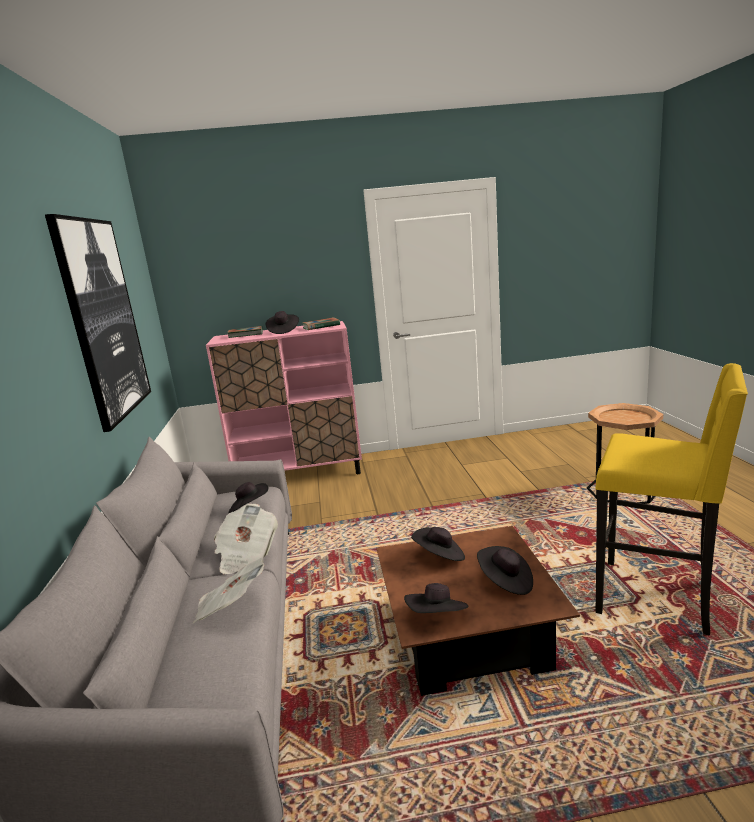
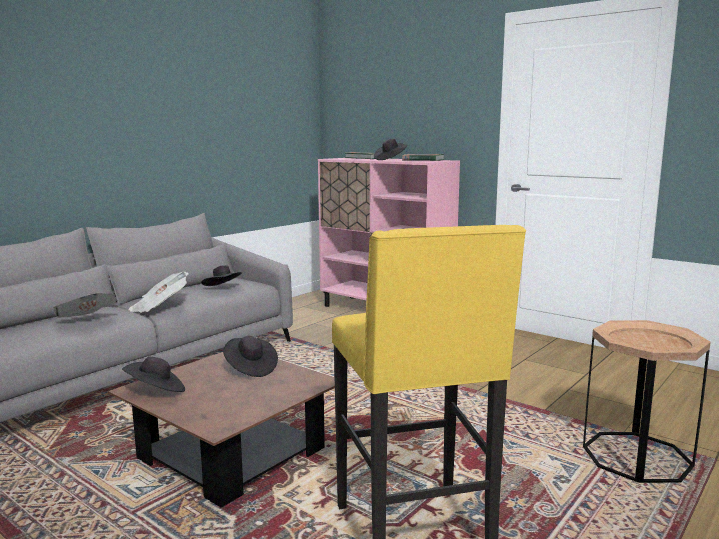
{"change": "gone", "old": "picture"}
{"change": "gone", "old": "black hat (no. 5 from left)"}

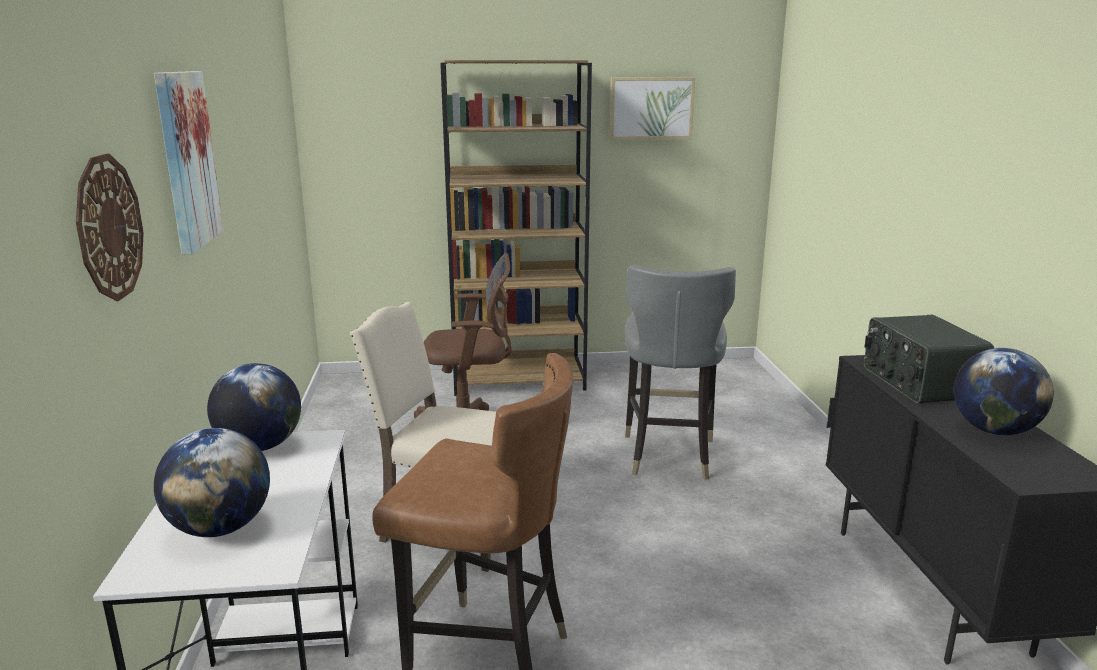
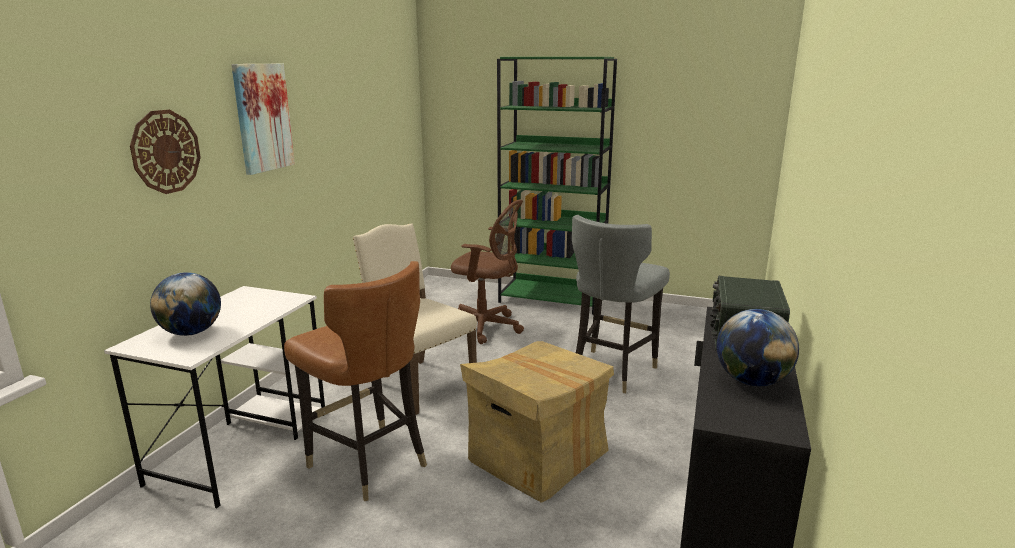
{"change": "gone", "old": "globe (no. 2 from left)"}
{"change": "gone", "old": "picture (no. 2 from left)"}
{"change": "new", "new": "cardboard box"}
{"change": "repainted", "old": "brown bookcase", "new": "green bookcase"}

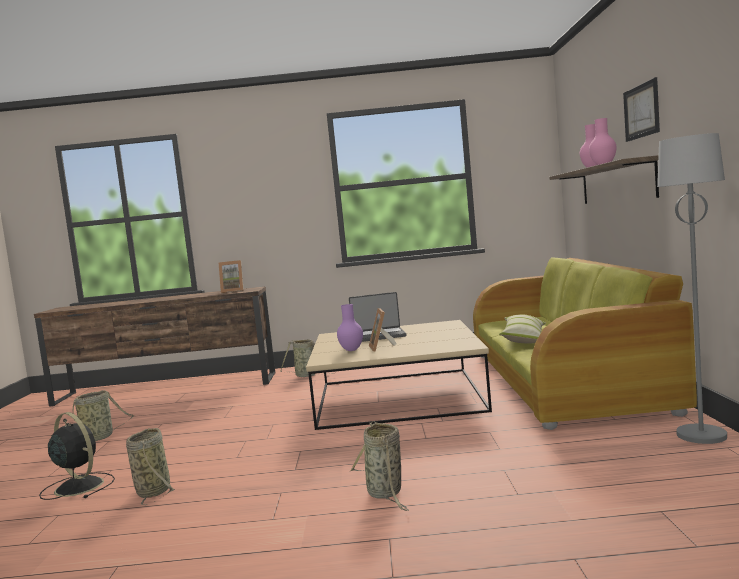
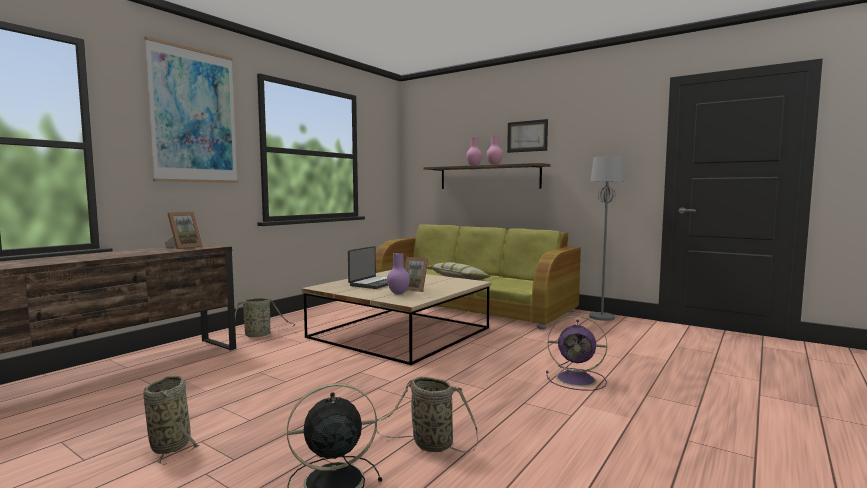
{"change": "new", "new": "picture (no. 1 from left)"}
{"change": "swapped", "old": "basket (no. 4 from left)", "new": "purple fan"}

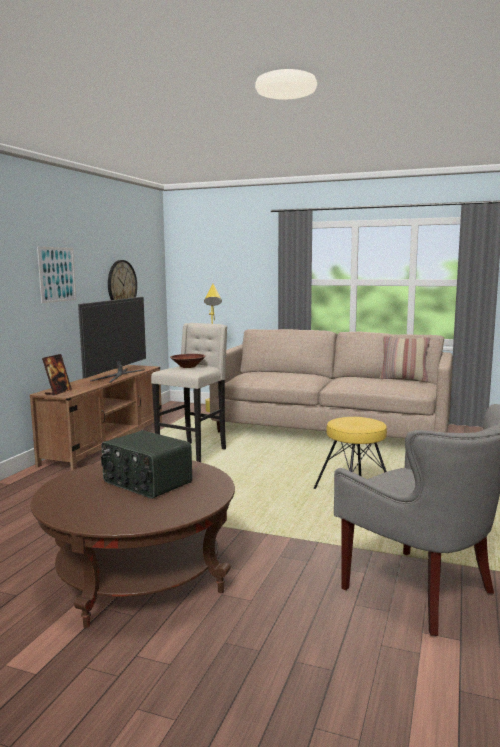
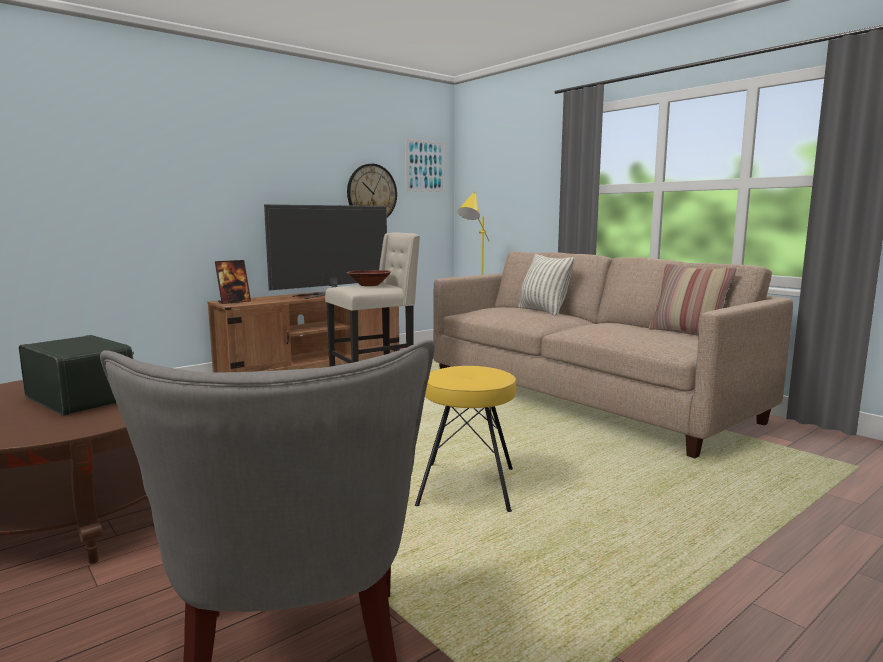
{"change": "new", "new": "pillow (no. 1 from left)"}
{"change": "shifted", "old": "picture"}
{"change": "rotated", "old": "radio", "degrees": 150}

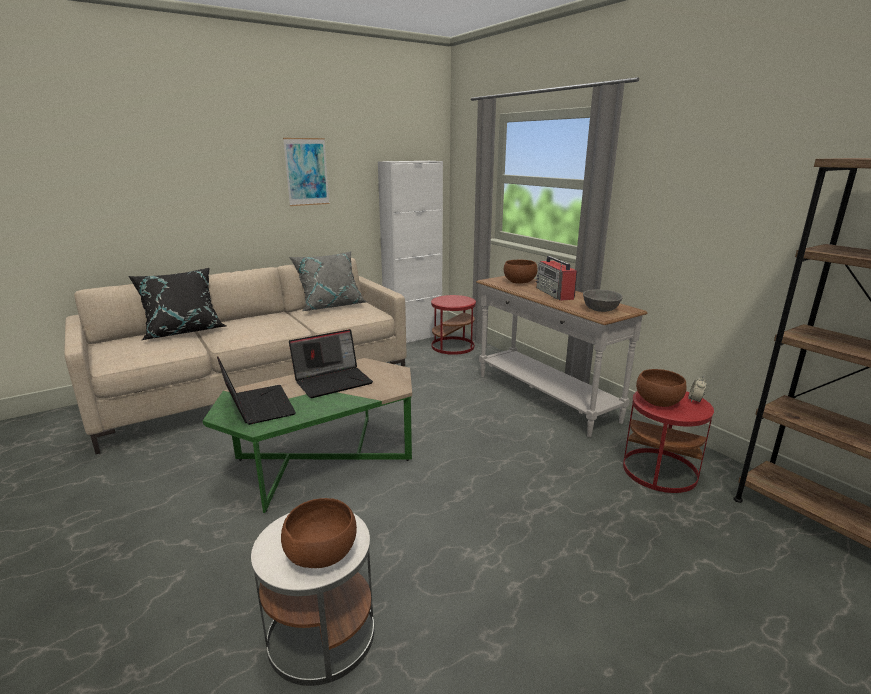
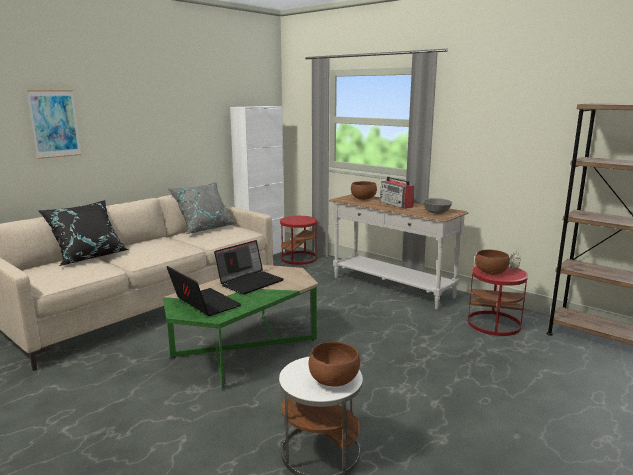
{"change": "shifted", "old": "picture"}

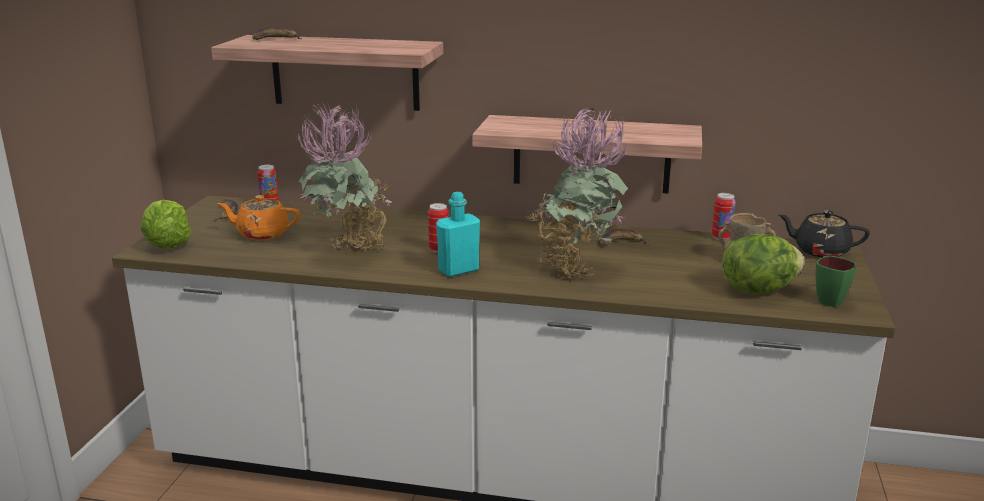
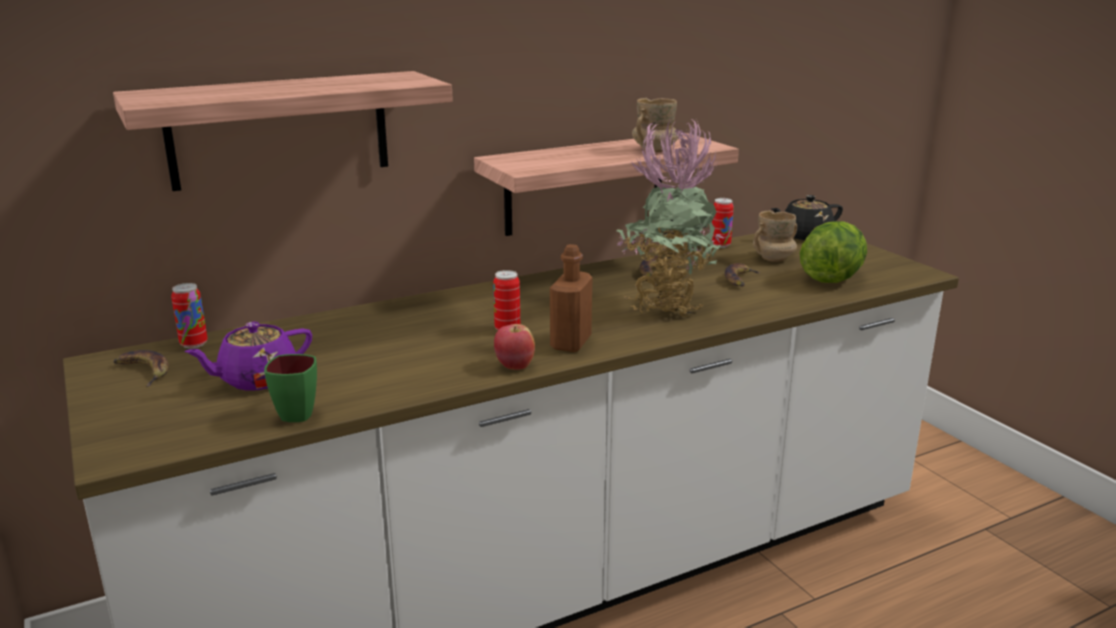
{"change": "gone", "old": "lettuce (no. 1 from left)"}
{"change": "gone", "old": "potted plant (no. 1 from left)"}
{"change": "new", "new": "apple"}
{"change": "new", "new": "beige mug (no. 1 from left)"}
{"change": "shifted", "old": "banana (no. 2 from left in the first image)", "new": "banana (no. 3 from left)"}
{"change": "shifted", "old": "green mug"}
{"change": "repainted", "old": "orange teapot", "new": "purple teapot"}
{"change": "repainted", "old": "turquoise bottle", "new": "brown bottle"}

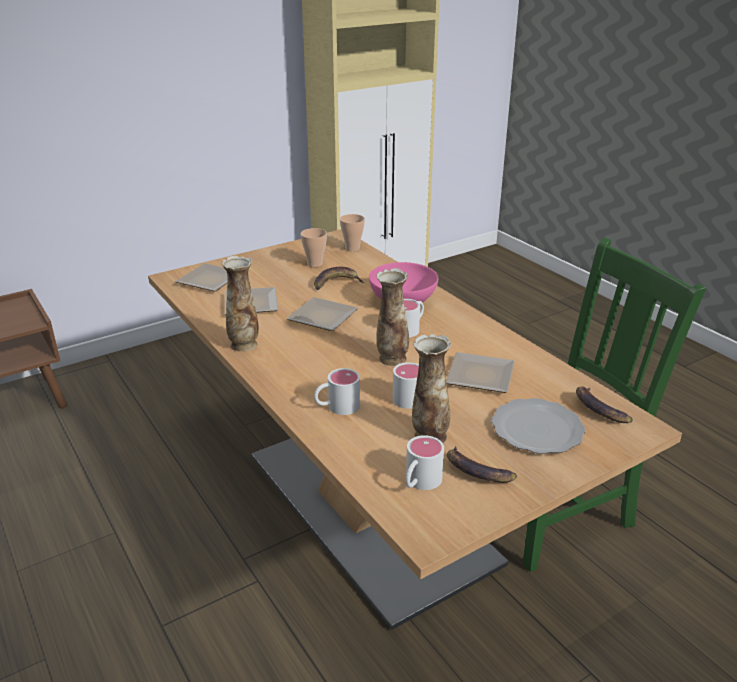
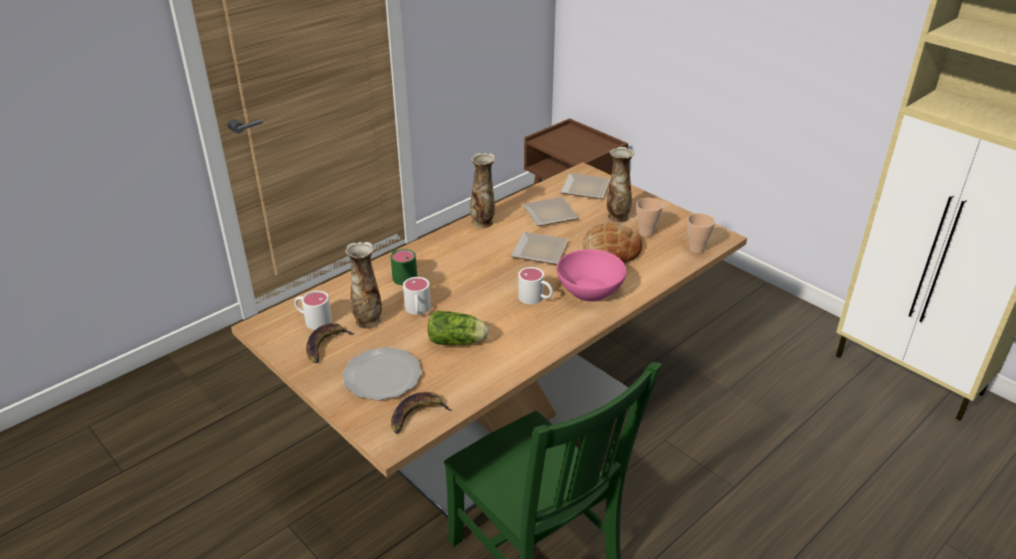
{"change": "shifted", "old": "vase (no. 2 from left in the first image)", "new": "vase (no. 3 from left)"}
{"change": "swapped", "old": "banana (no. 1 from left)", "new": "bread"}
{"change": "swapped", "old": "plate (no. 4 from left)", "new": "lettuce"}
{"change": "repainted", "old": "white mug (no. 1 from left)", "new": "green mug"}

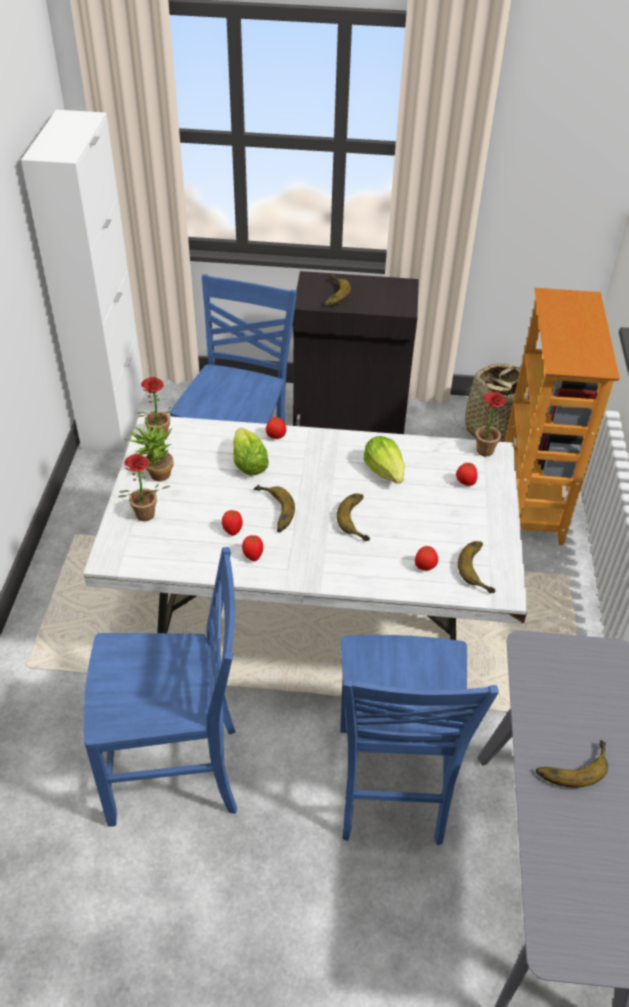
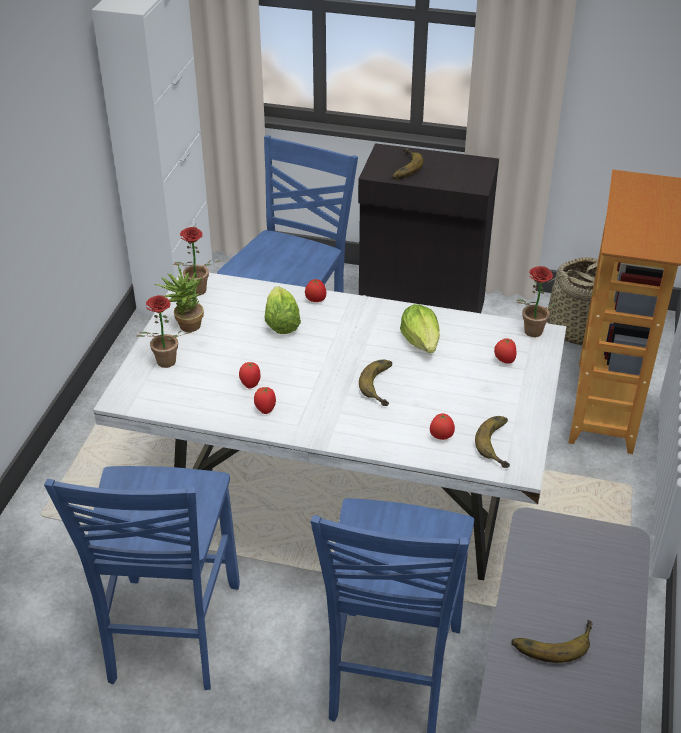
{"change": "gone", "old": "banana (no. 1 from left)"}
{"change": "rotated", "old": "blue chair (no. 1 from left)", "degrees": 90}

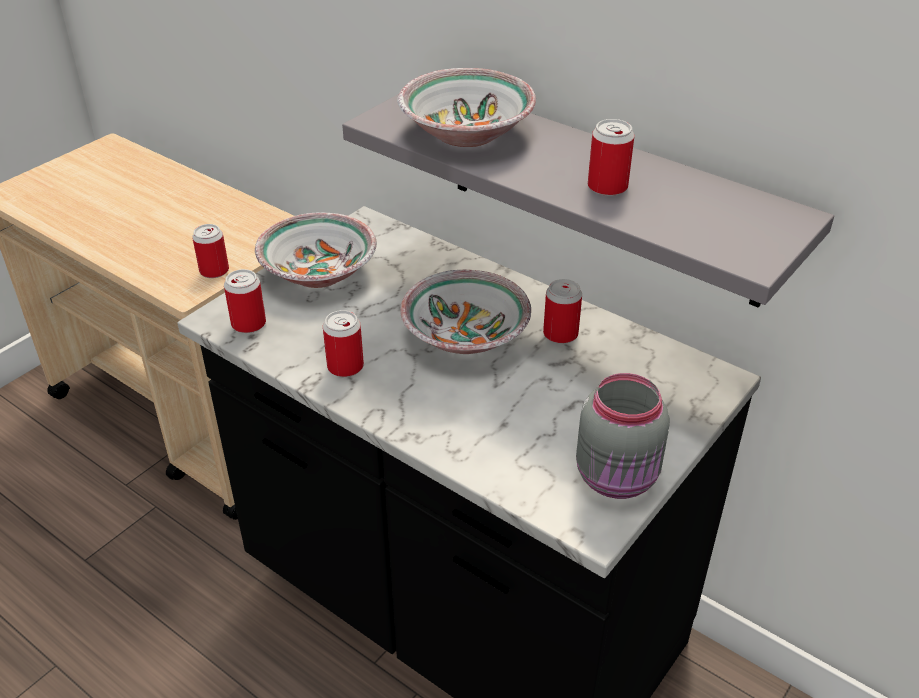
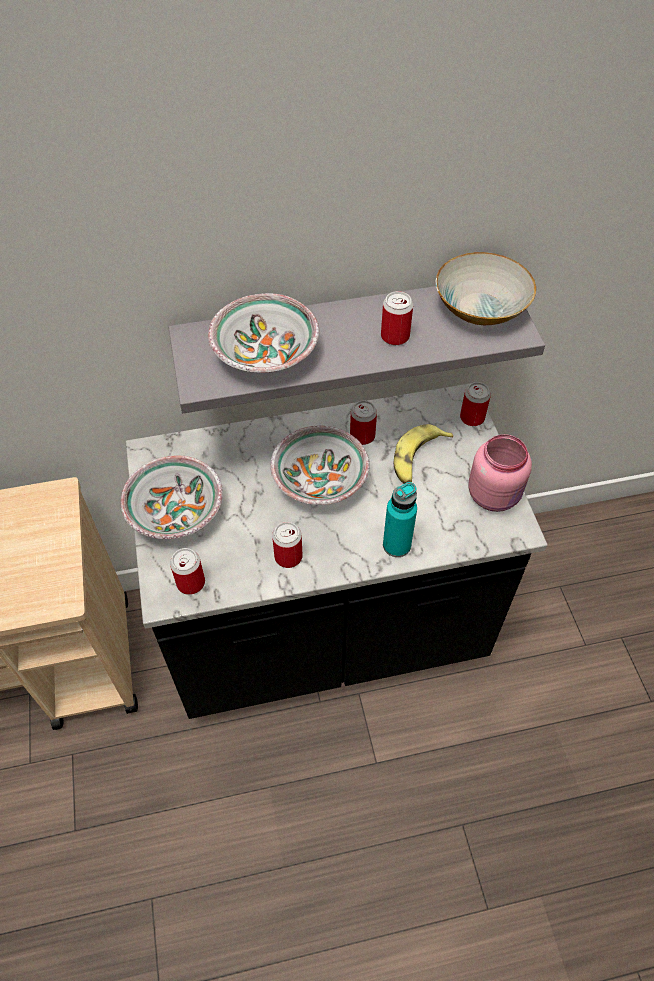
{"change": "new", "new": "turquoise bottle"}
{"change": "new", "new": "banana"}
{"change": "new", "new": "bowl (no. 4 from left)"}
{"change": "shifted", "old": "can (no. 1 from left in the first image)", "new": "can (no. 5 from left)"}
{"change": "repainted", "old": "grey jar", "new": "pink jar"}

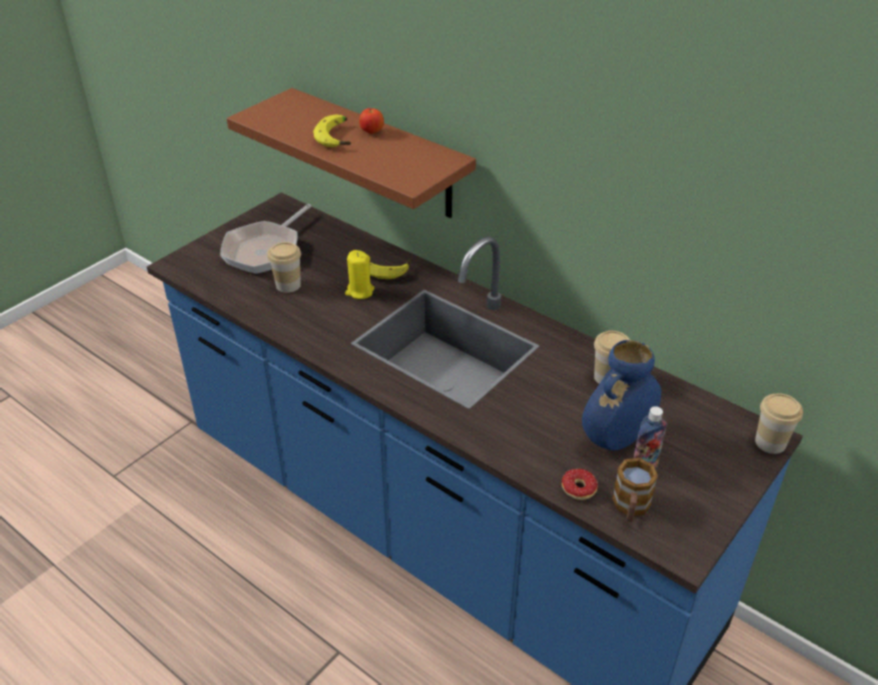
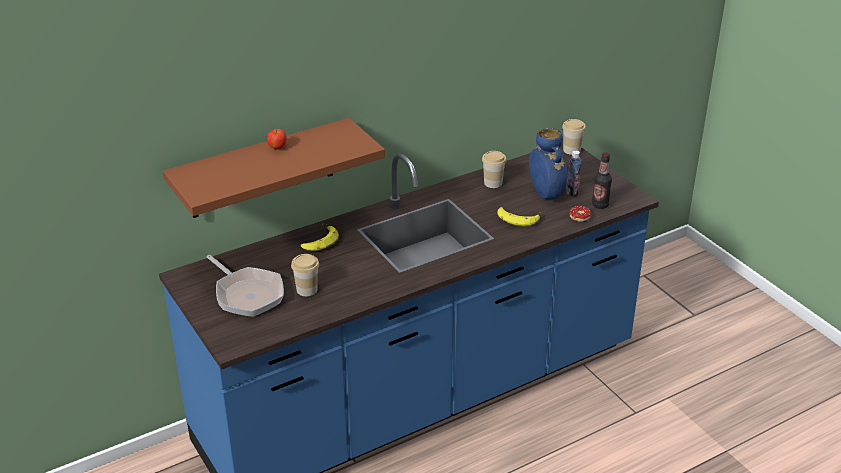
{"change": "gone", "old": "yellow candle"}
{"change": "shifted", "old": "banana (no. 1 from left in the first image)", "new": "banana (no. 2 from left)"}
{"change": "swapped", "old": "mug", "new": "bottle (no. 2 from left)"}

